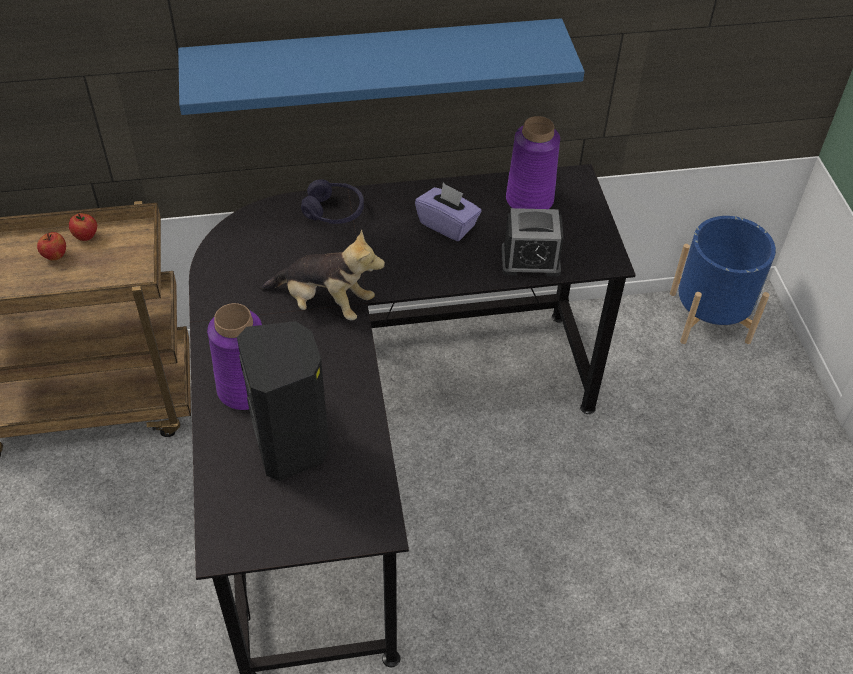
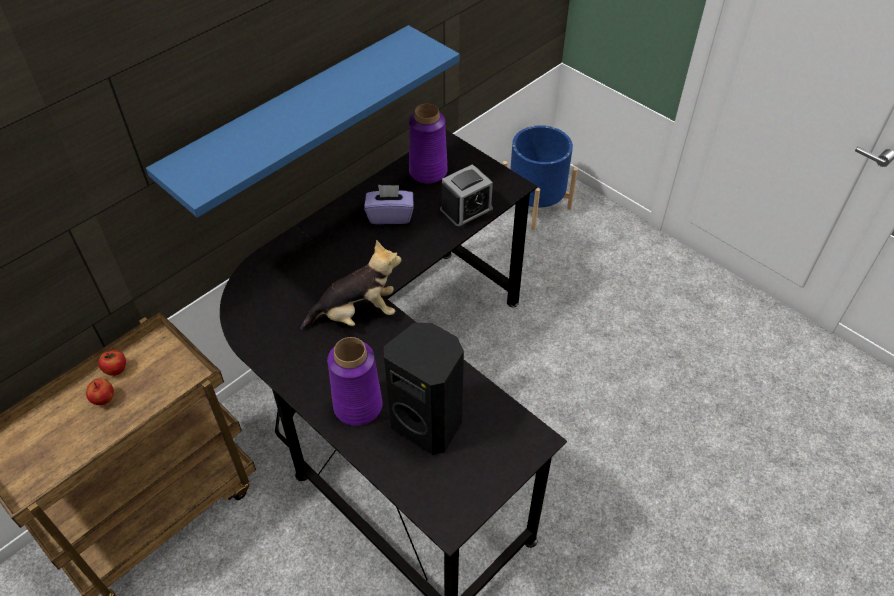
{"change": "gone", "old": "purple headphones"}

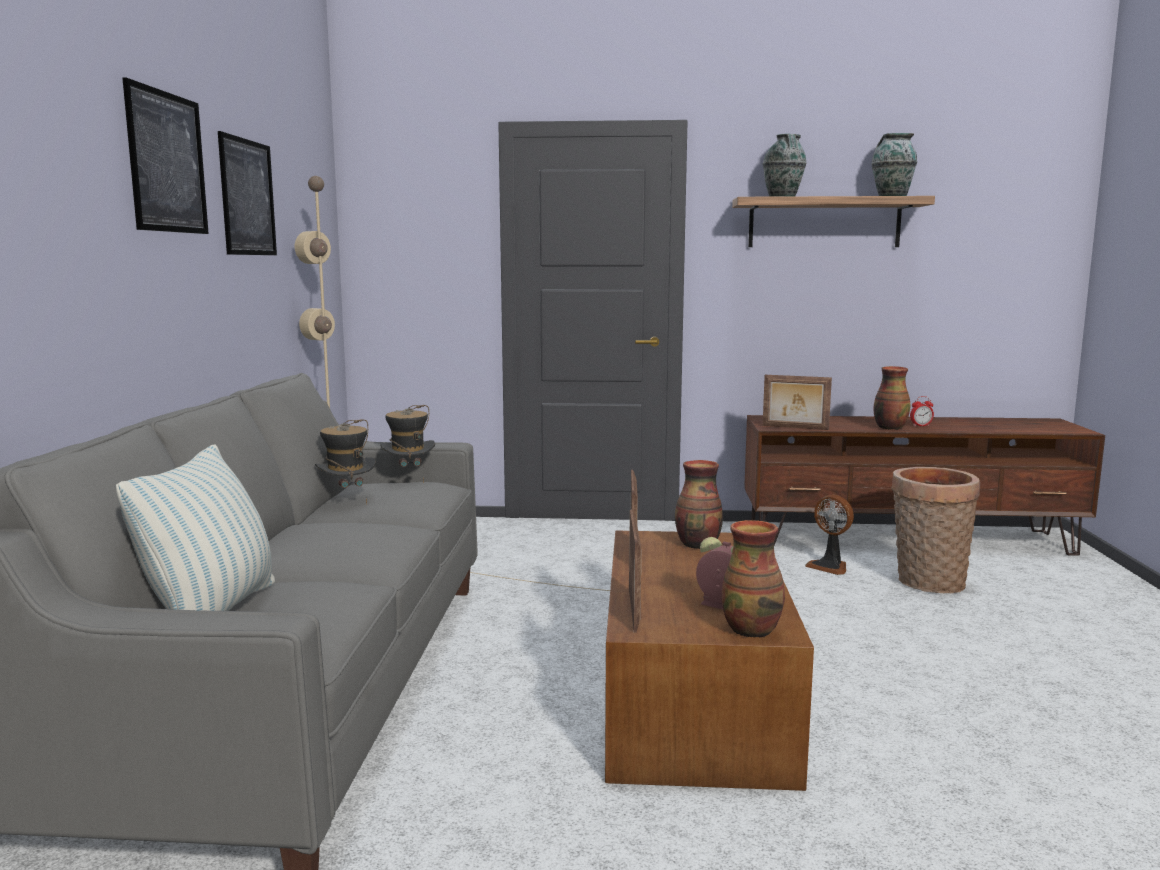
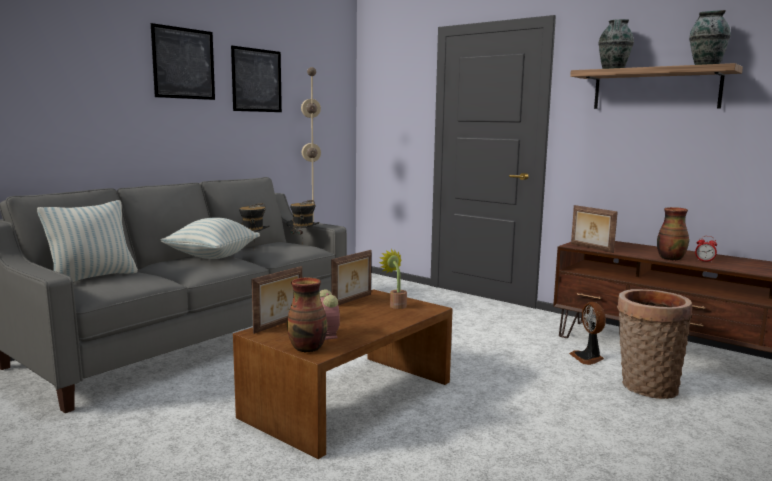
{"change": "new", "new": "pillow (no. 2 from left)"}
{"change": "swapped", "old": "vase (no. 1 from left)", "new": "potted plant"}

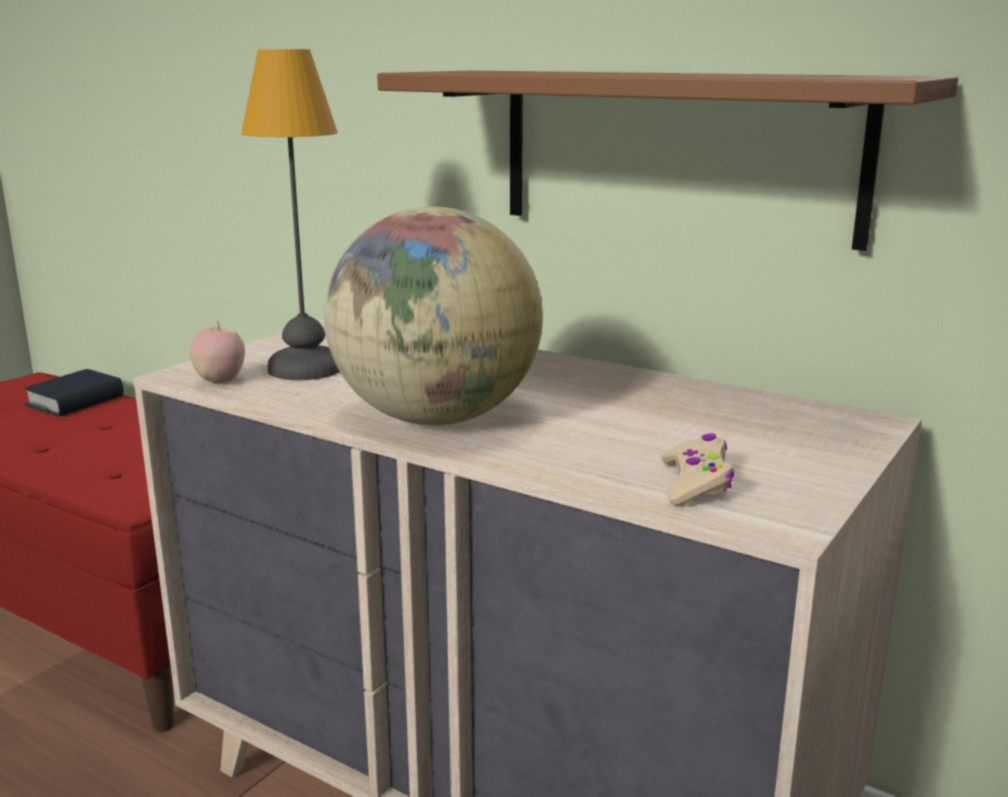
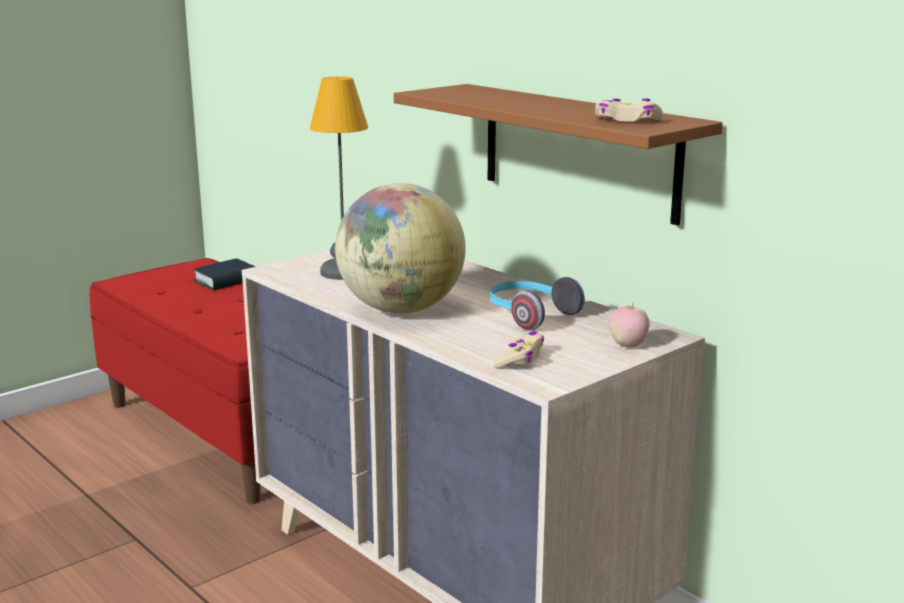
{"change": "new", "new": "headphones"}
{"change": "new", "new": "beige game controller (no. 2 from left)"}
{"change": "shifted", "old": "apple"}

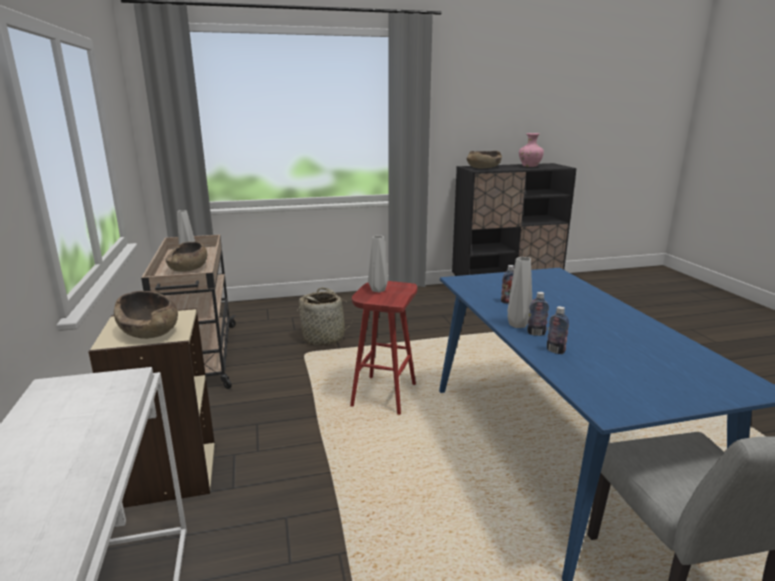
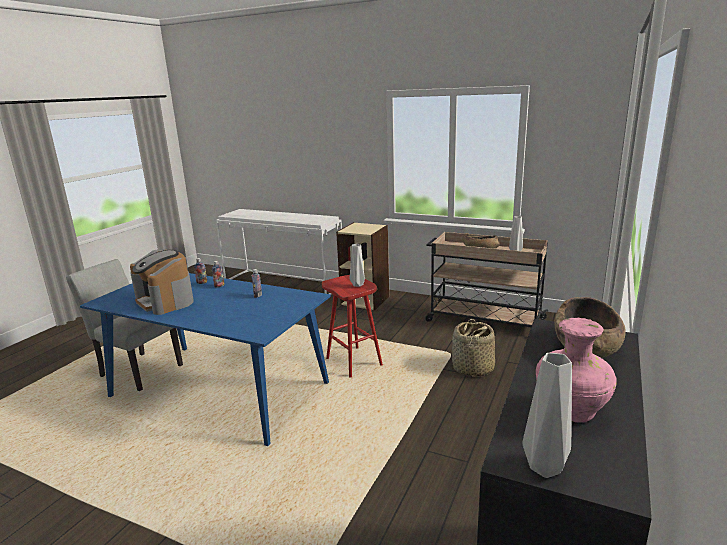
{"change": "gone", "old": "brown bowl (no. 1 from left)"}
{"change": "new", "new": "coffee machine"}
{"change": "shifted", "old": "grey vase (no. 3 from left)"}

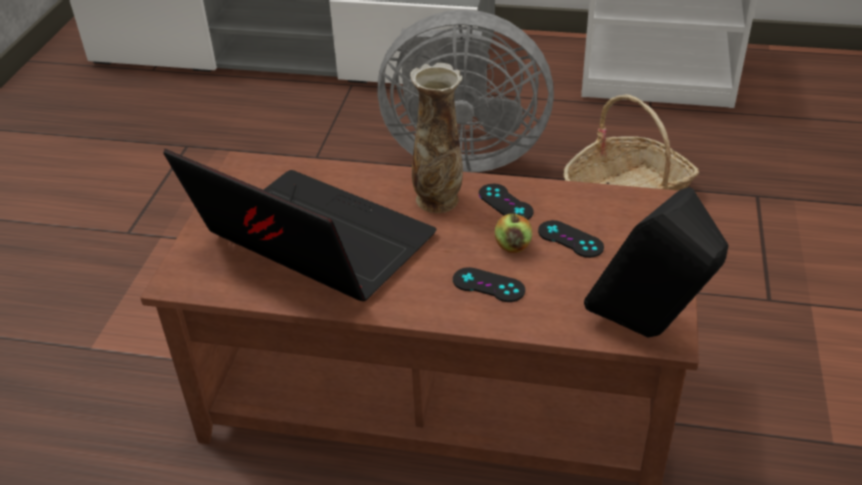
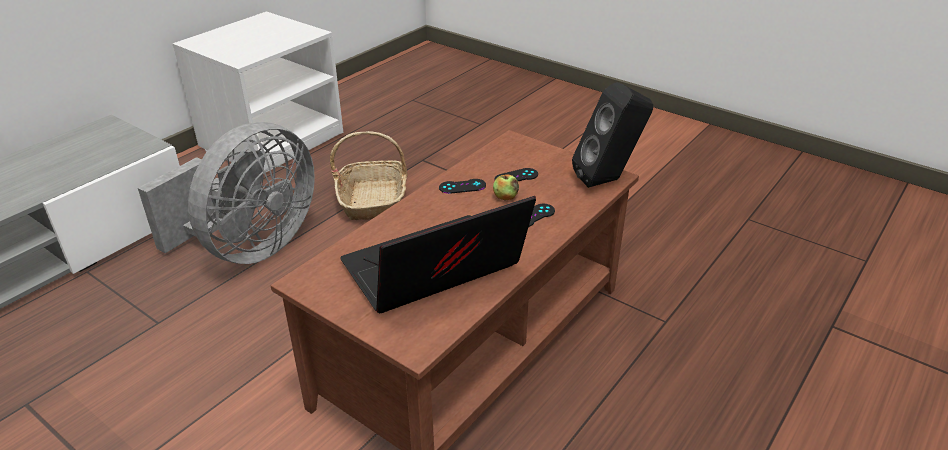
{"change": "gone", "old": "vase"}

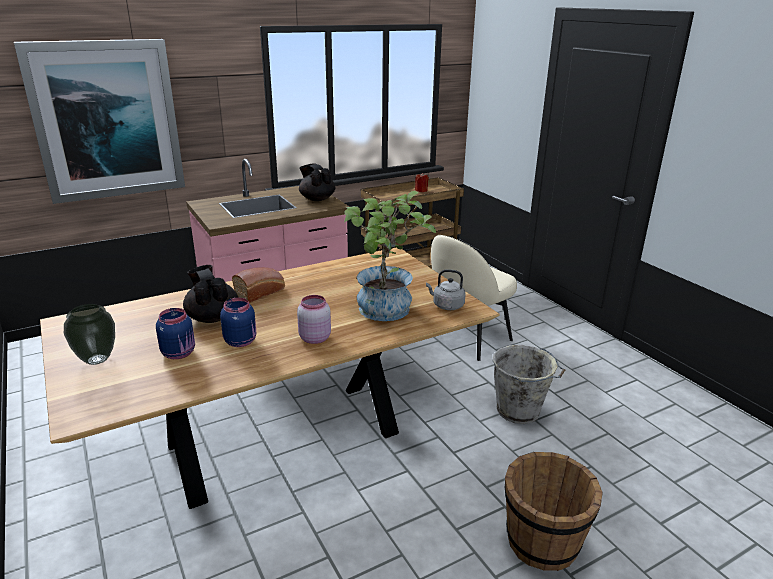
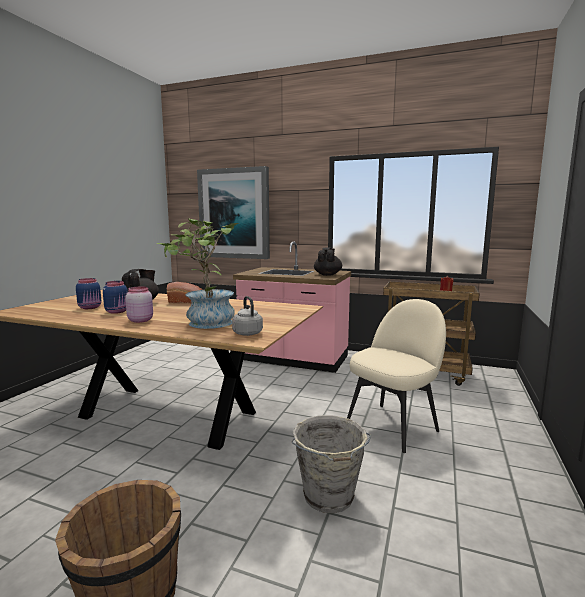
{"change": "gone", "old": "vase"}
{"change": "rotated", "old": "beige chair", "degrees": 135}

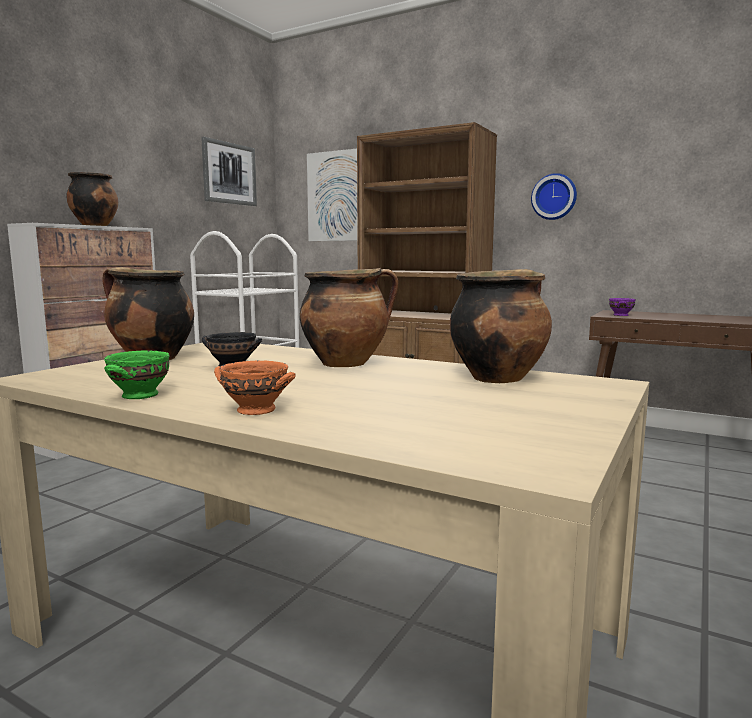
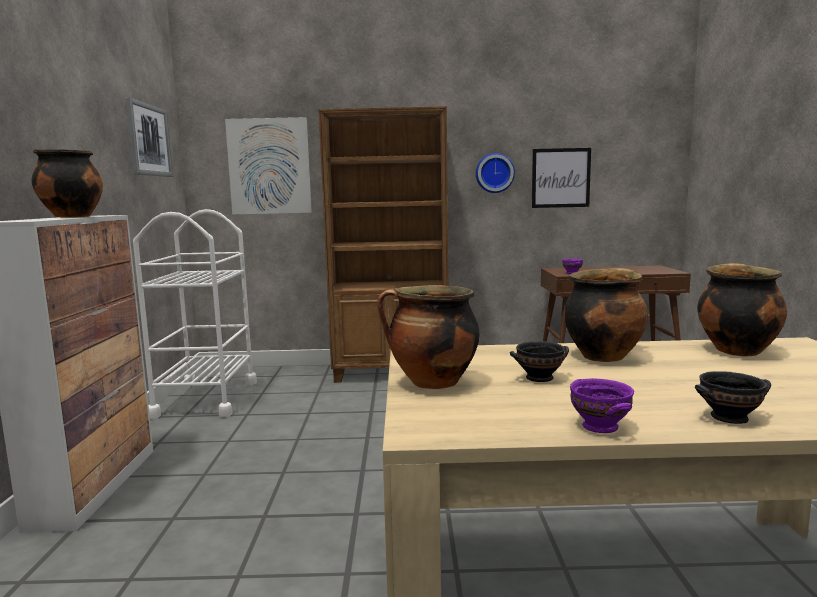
{"change": "new", "new": "picture (no. 3 from left)"}
{"change": "repainted", "old": "green bowl", "new": "purple bowl (no. 2 from left)"}
{"change": "repainted", "old": "orange bowl", "new": "black bowl (no. 2 from left)"}

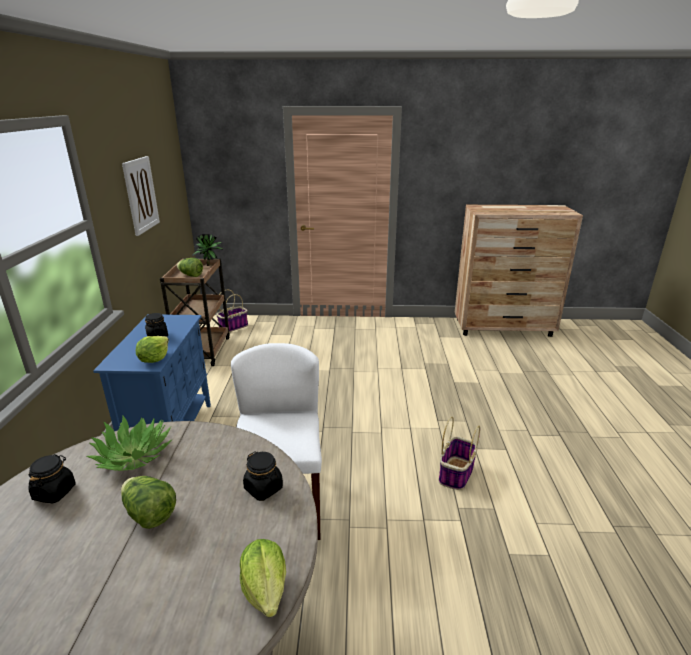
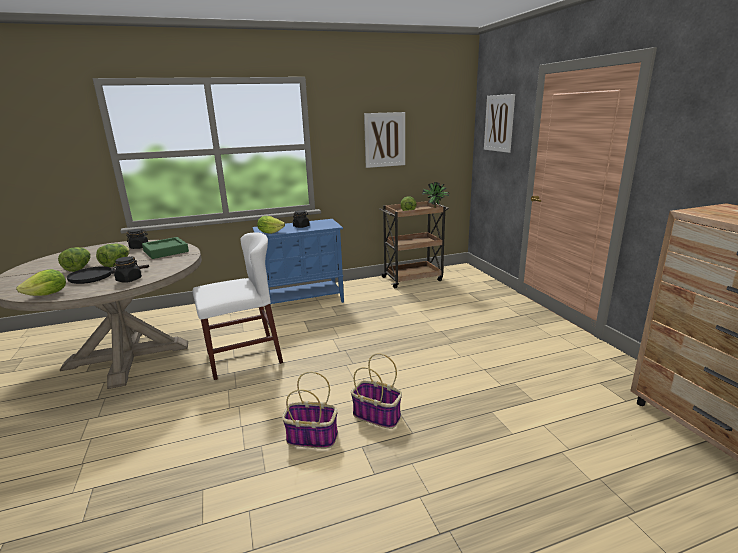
{"change": "new", "new": "lettuce (no. 2 from left)"}
{"change": "new", "new": "black frying pan"}
{"change": "new", "new": "picture (no. 2 from left)"}
{"change": "shifted", "old": "basket (no. 1 from left in the first image)", "new": "basket (no. 2 from left)"}
{"change": "swapped", "old": "potted plant (no. 1 from left)", "new": "green tray"}

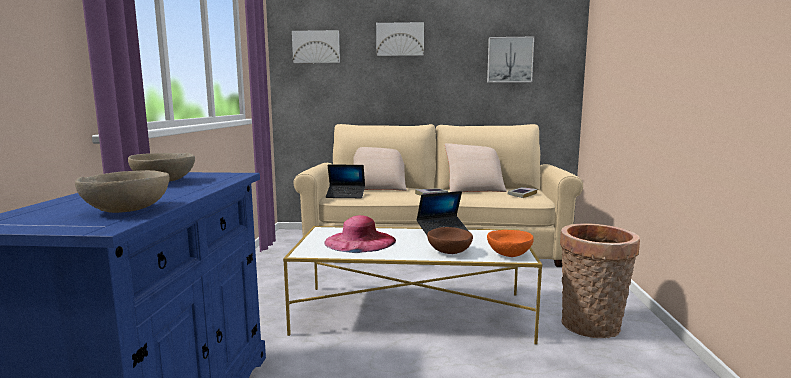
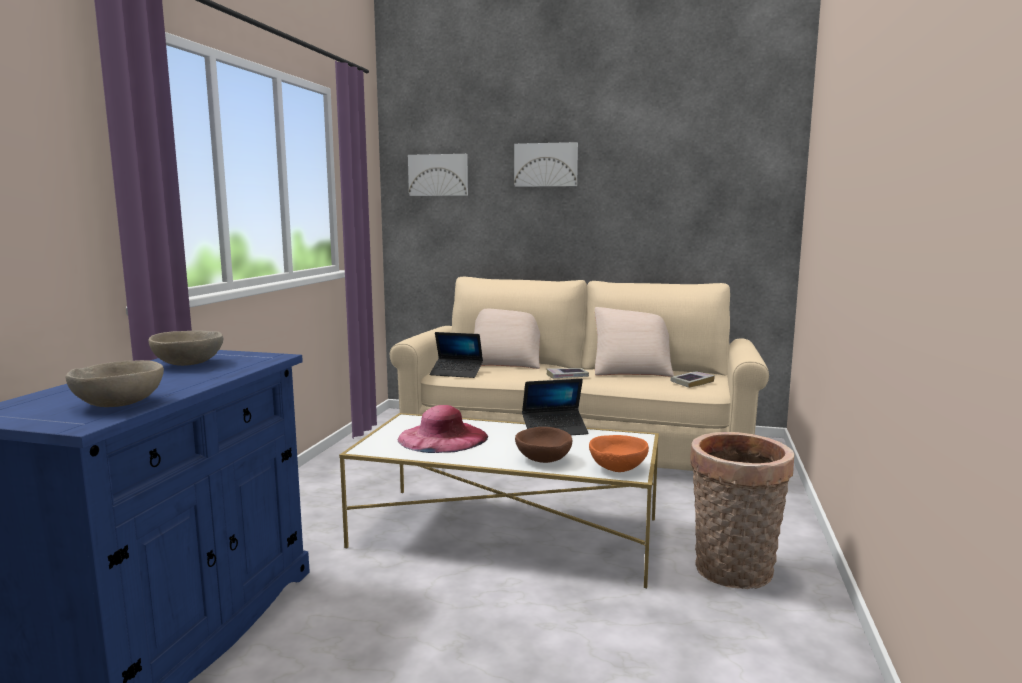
{"change": "gone", "old": "picture (no. 3 from left)"}

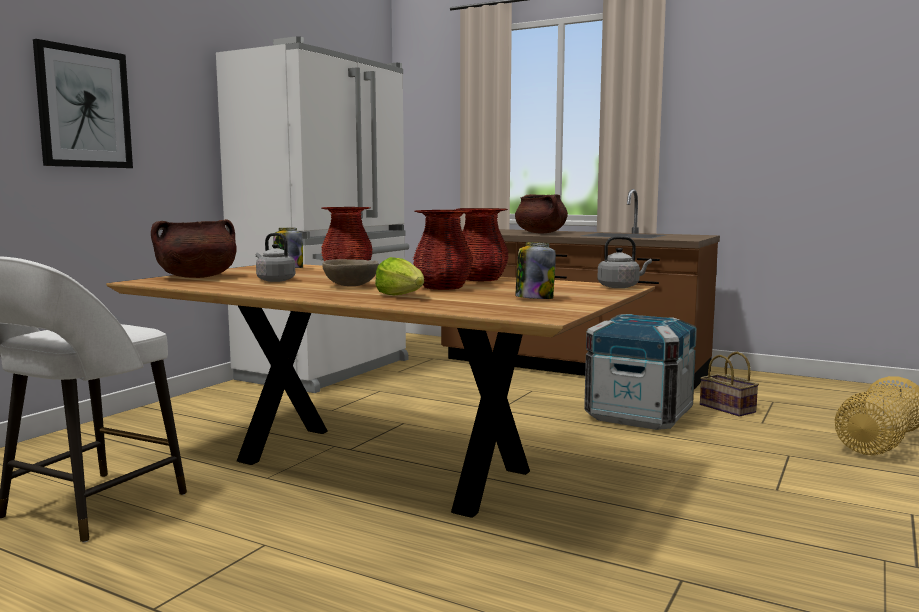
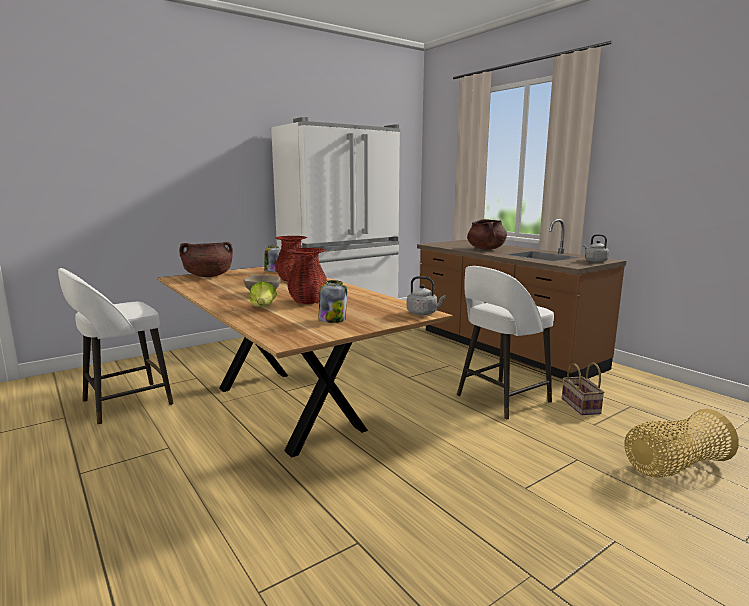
{"change": "gone", "old": "picture"}
{"change": "gone", "old": "red vase (no. 3 from left)"}
{"change": "shifted", "old": "grey kettle (no. 1 from left in the first image)", "new": "grey kettle (no. 2 from left)"}
{"change": "swapped", "old": "crate", "new": "white stool (no. 2 from left)"}

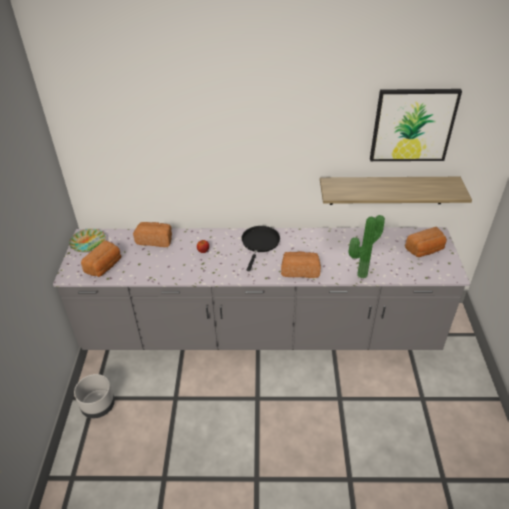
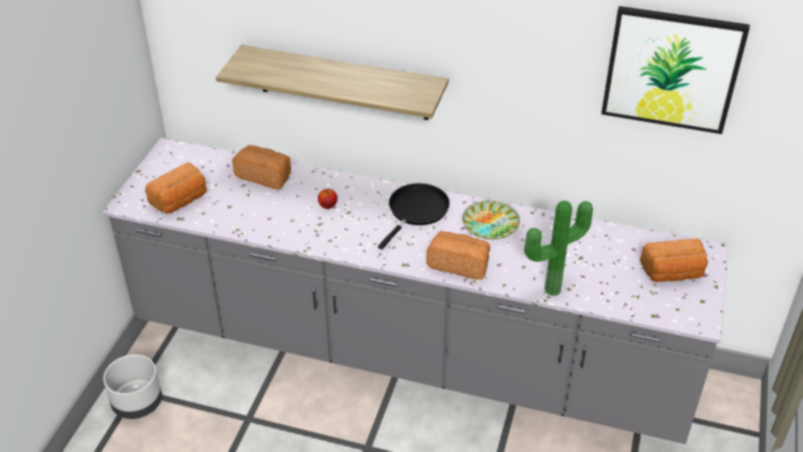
{"change": "shifted", "old": "plate"}
{"change": "shifted", "old": "shelf"}

